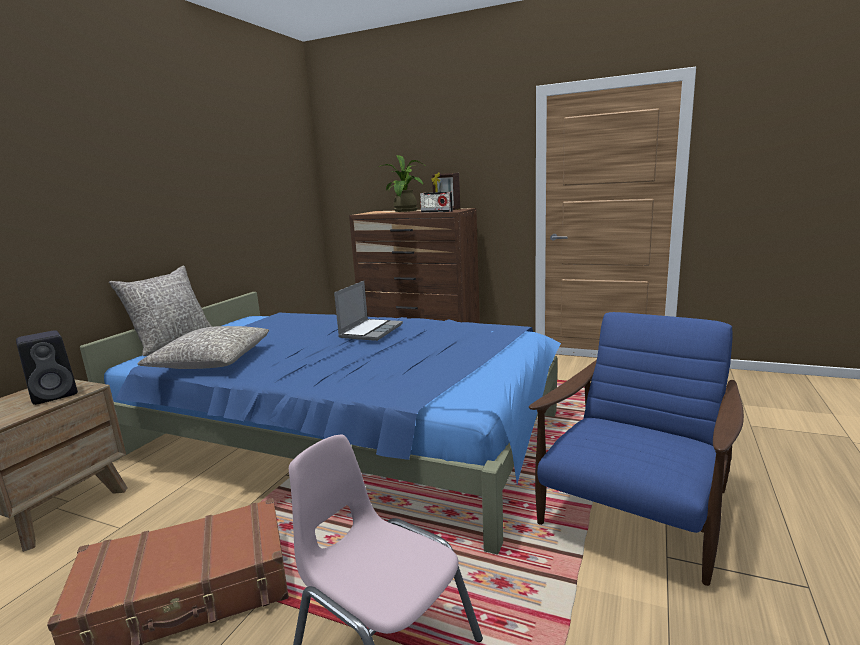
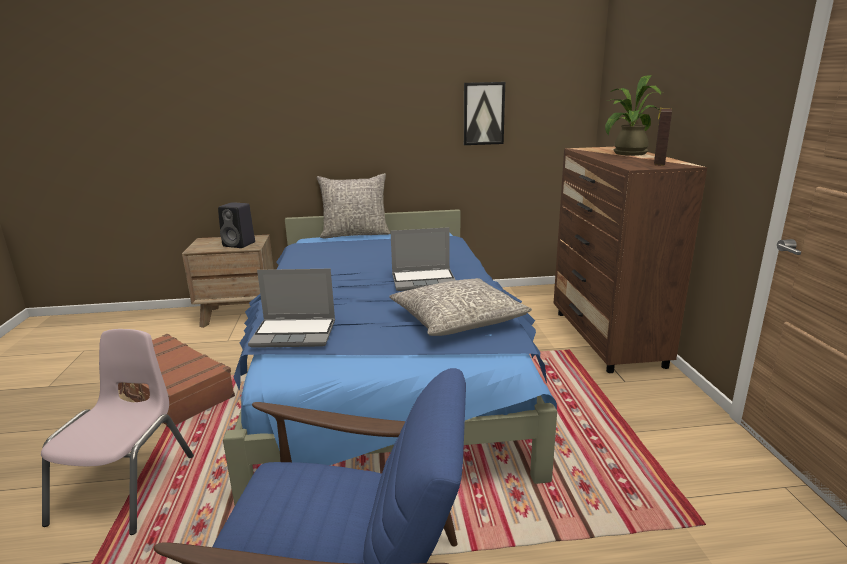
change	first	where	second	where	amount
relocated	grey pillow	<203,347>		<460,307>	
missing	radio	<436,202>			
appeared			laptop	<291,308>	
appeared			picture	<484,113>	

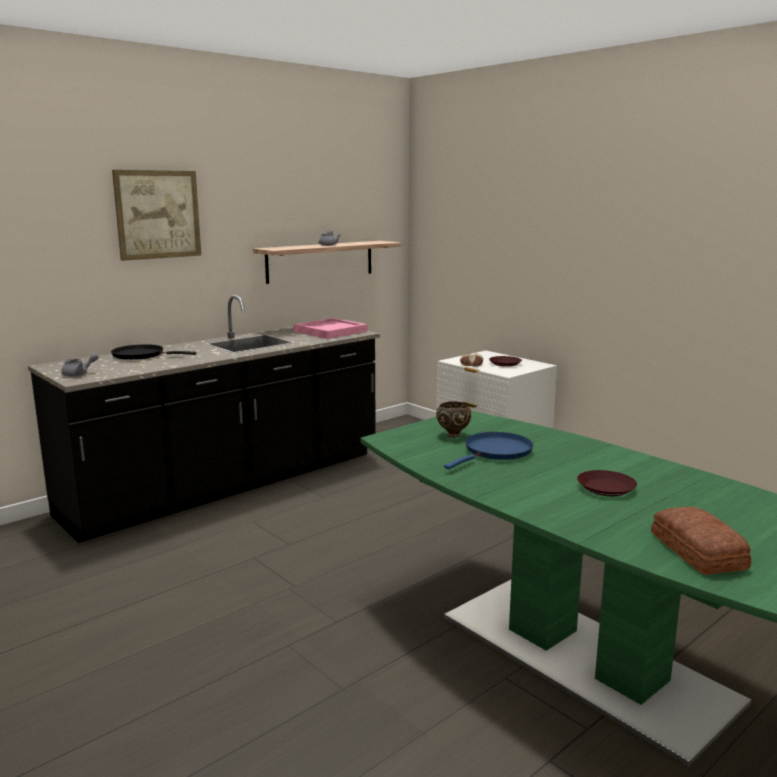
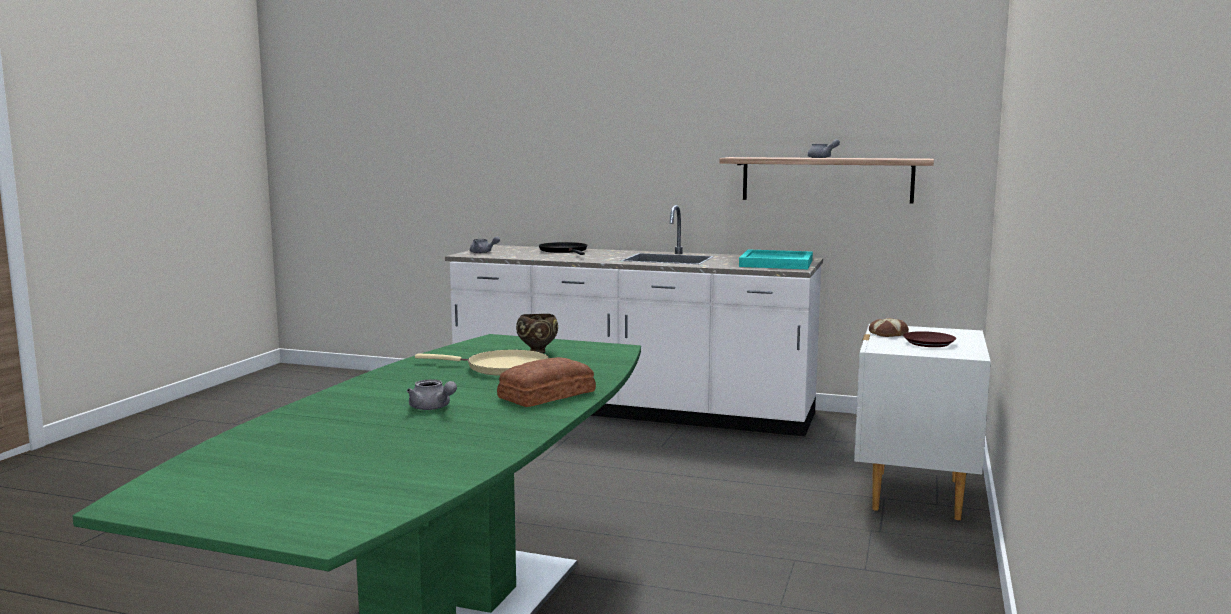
change	first	where	second	where	amount
colour	black counter	<204,419>	white counter	<634,320>	
missing	picture	<156,215>			
colour	pink tray	<331,328>	turquoise tray	<776,259>	
colour	blue frying pan	<488,450>	beige frying pan	<482,363>	
exchanged	brown plate	<607,483>	grey teapot	<432,394>	
relocated	bread	<701,541>		<546,382>	

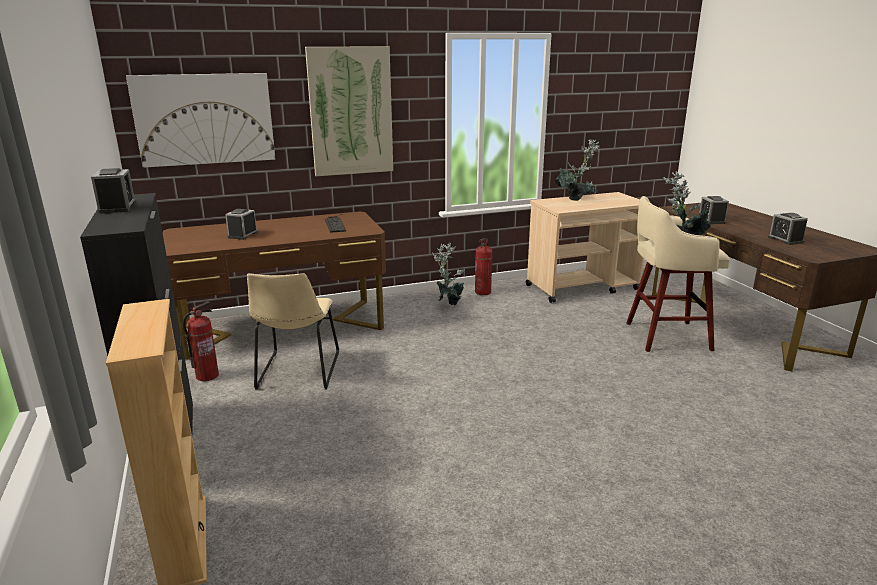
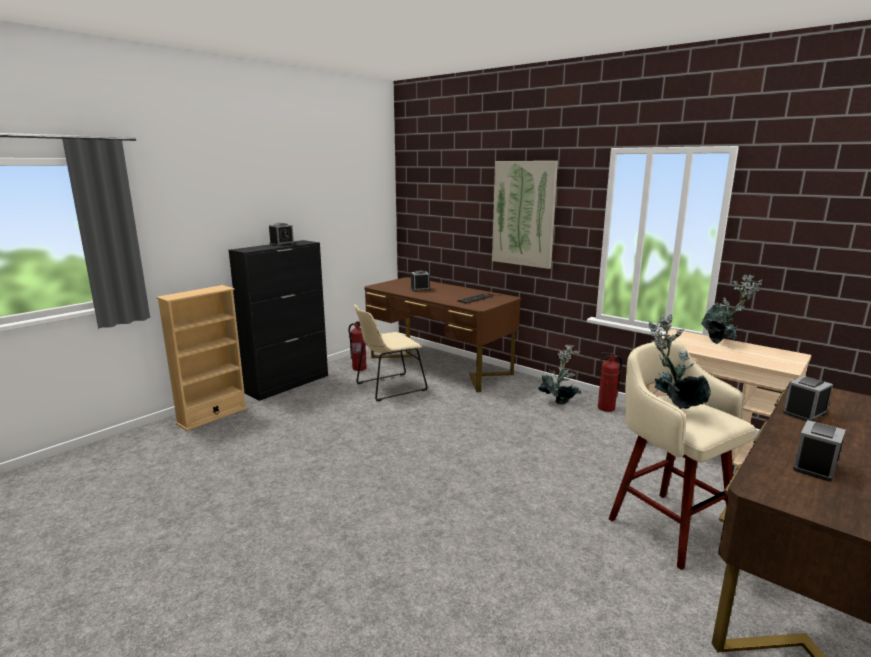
change	first	where	second	where	amount
missing	picture	<200,120>			

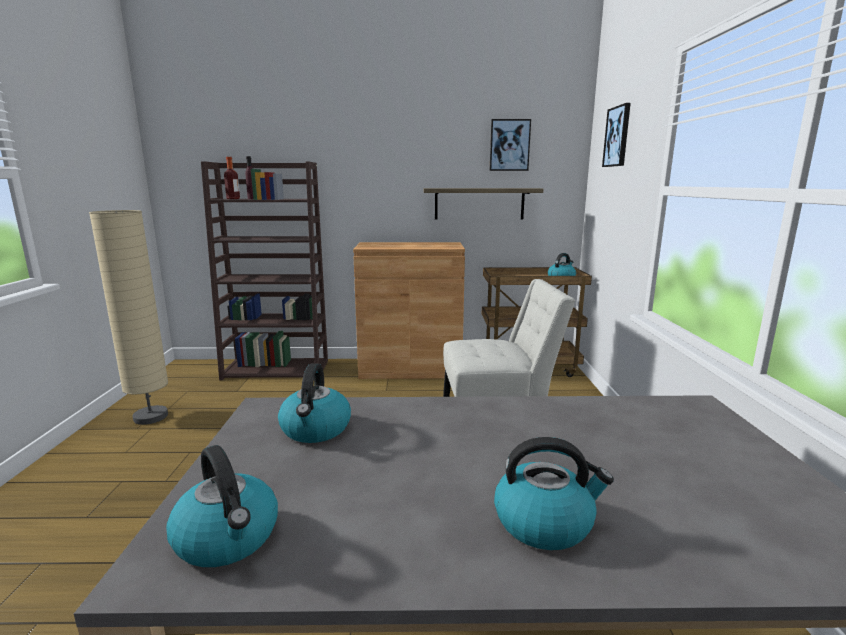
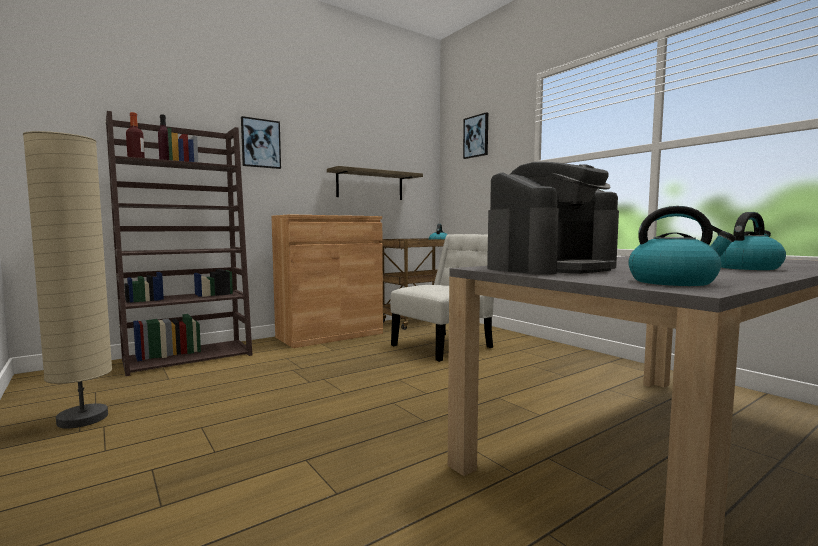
change	first	where	second	where	amount
exchanged	kettle	<314,403>	coffee machine	<553,218>	
relocated	picture	<510,145>		<261,142>	

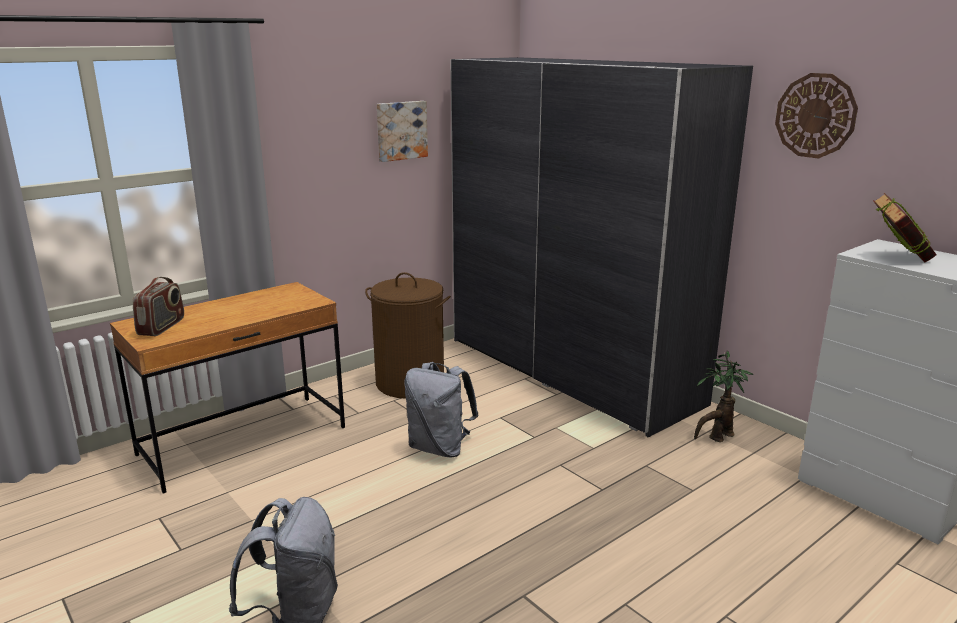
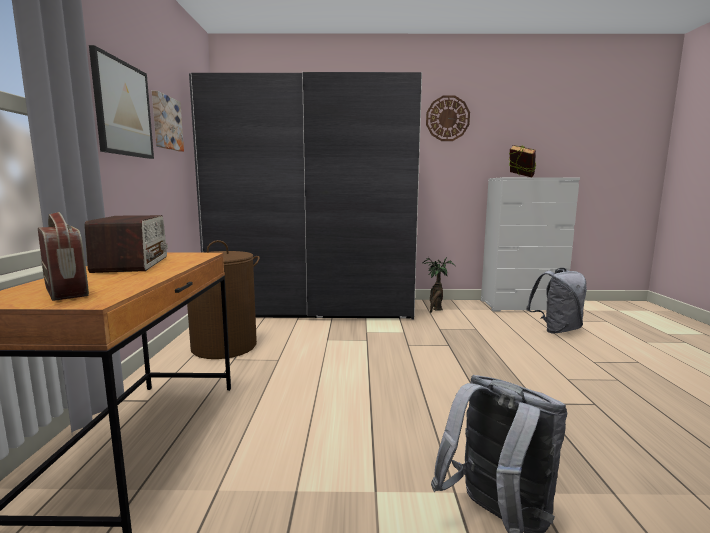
change	first	where	second	where	amount
relocated	grey backpack	<441,410>		<556,301>	
appeared			radio	<126,244>	
appeared			picture	<121,102>	

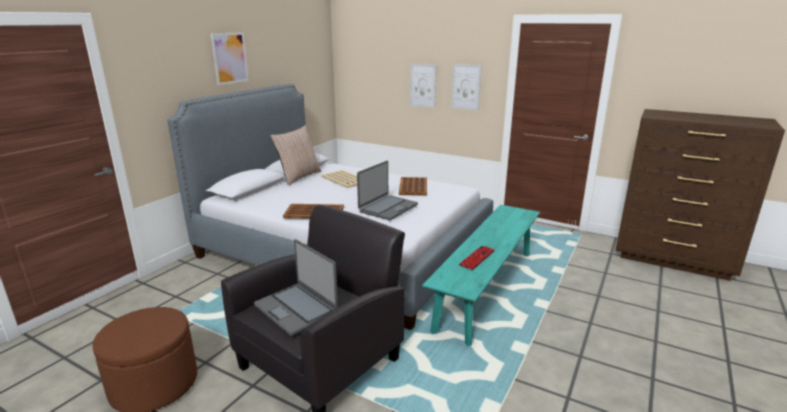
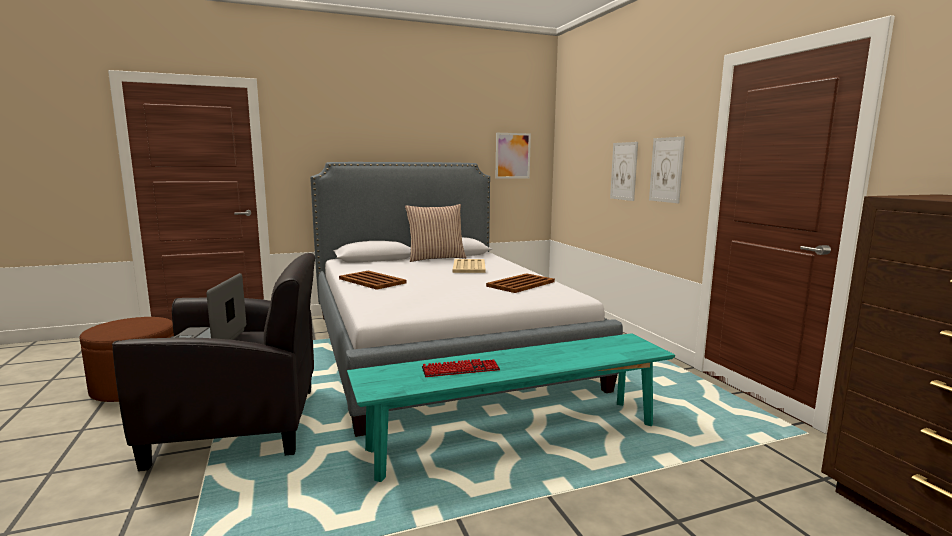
change	first	where	second	where	amount
relocated	picture	<230,58>		<513,156>	
missing	laptop	<387,190>			

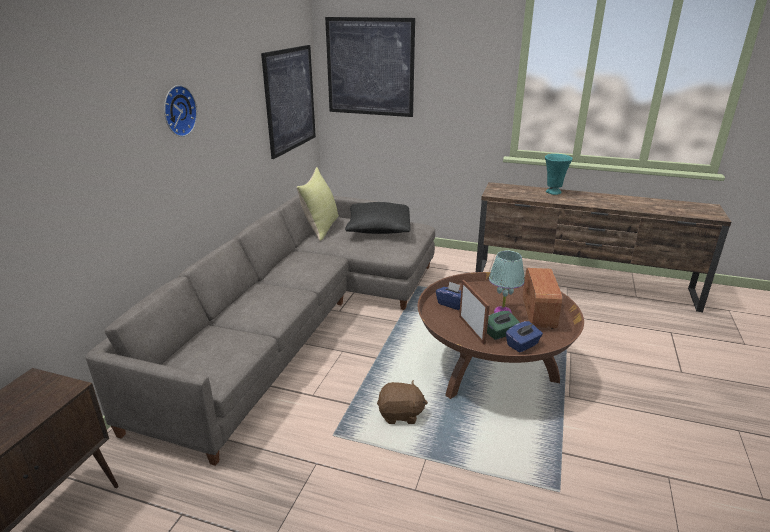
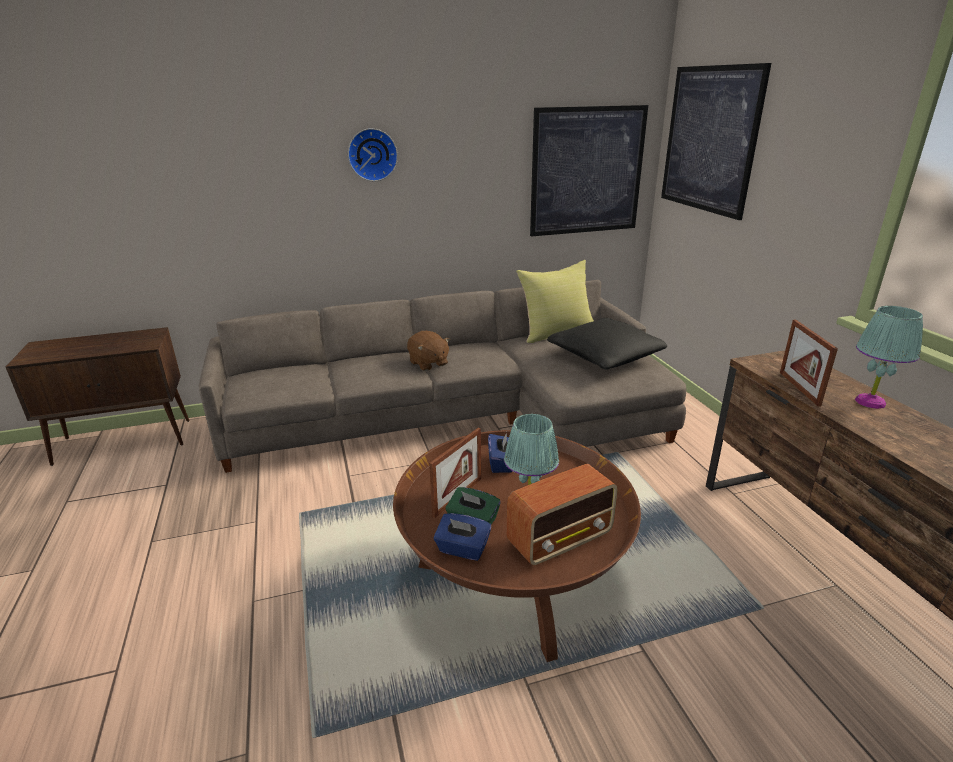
change	first	where	second	where	amount
relocated	brown plush toy	<402,402>		<428,351>	
exchanged	turquoise vase	<559,174>	turquoise table lamp	<889,357>	
appeared			picture frame	<809,363>	

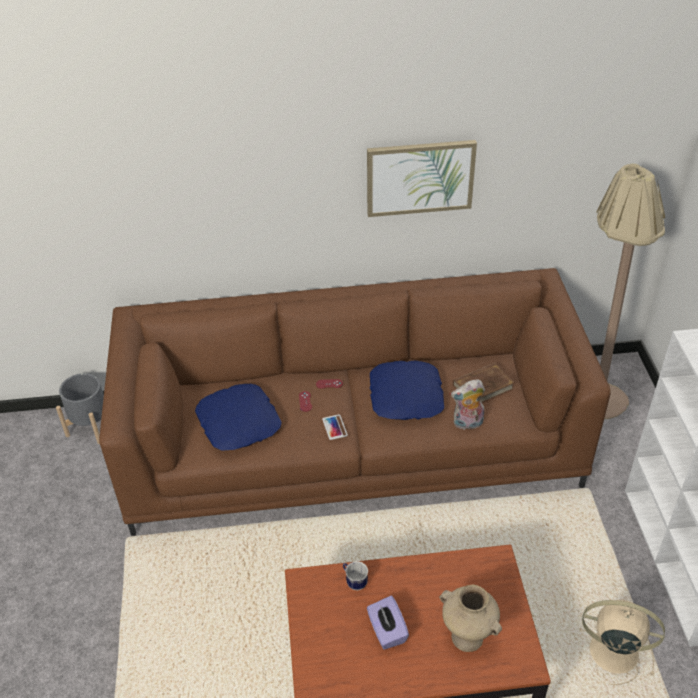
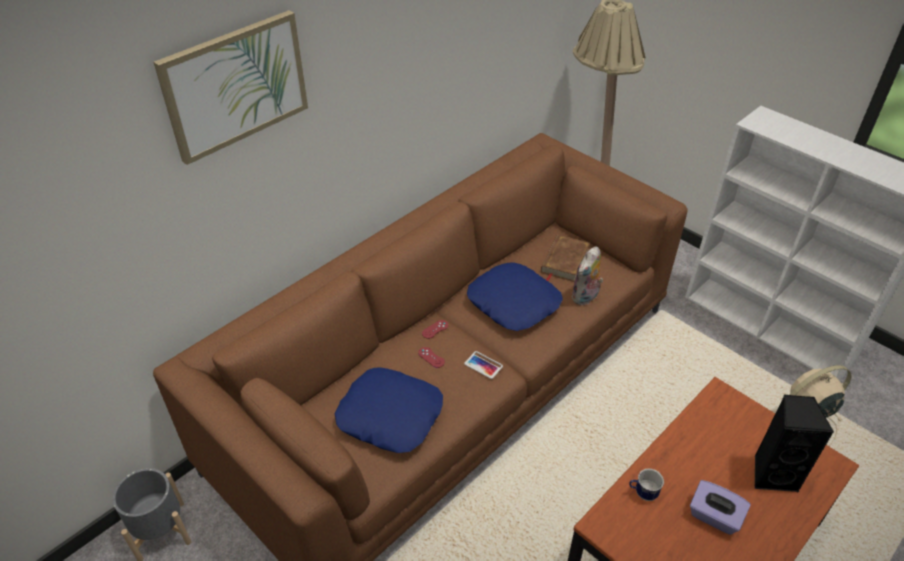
change	first	where	second	where	amount
relocated	picture	<422,178>		<230,87>	
exchanged	beige vase	<470,618>	black speaker	<794,444>	

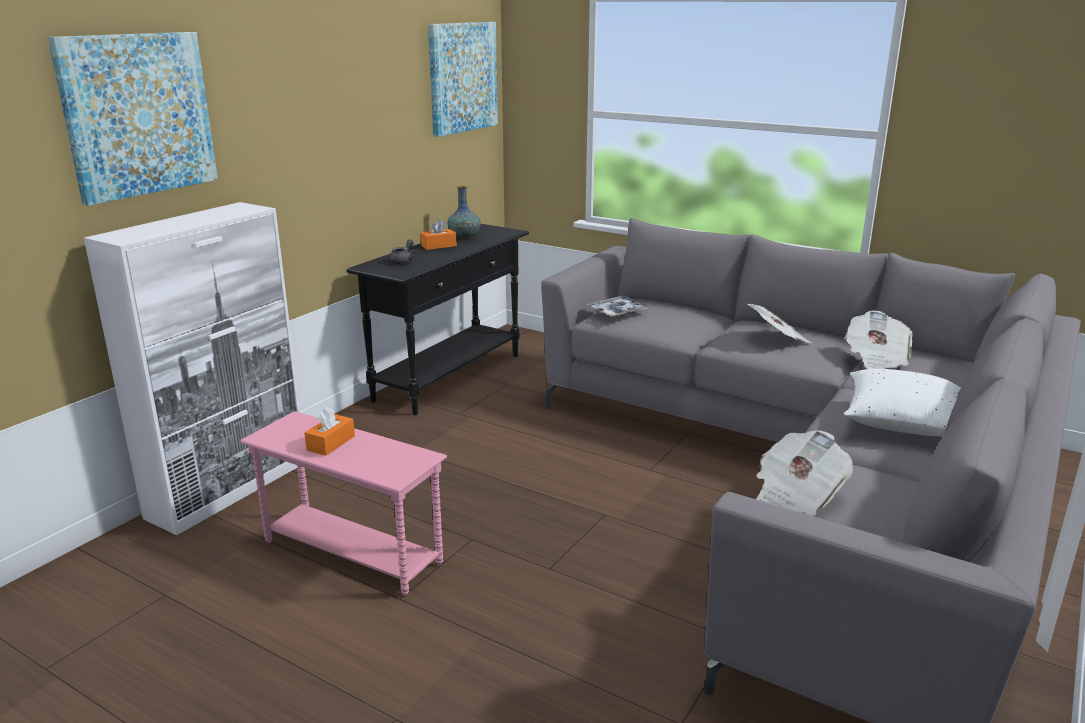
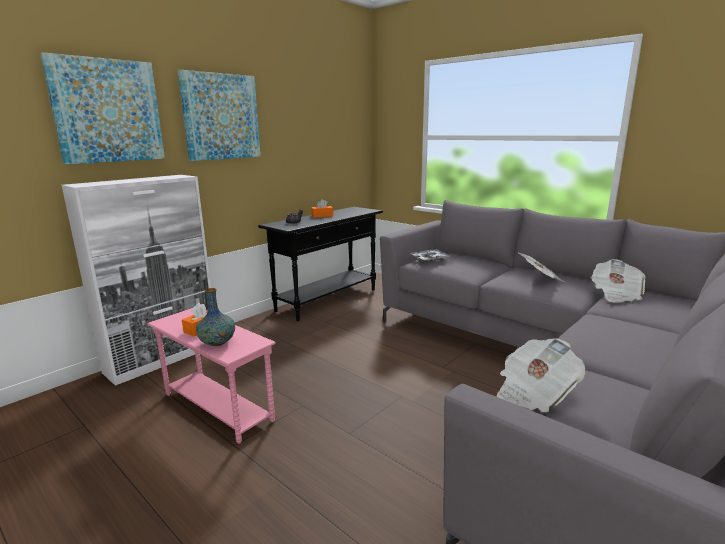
change	first	where	second	where	amount
relocated	picture	<463,79>		<219,115>	
relocated	vase	<464,212>		<215,317>	
missing	white pillow	<902,402>			

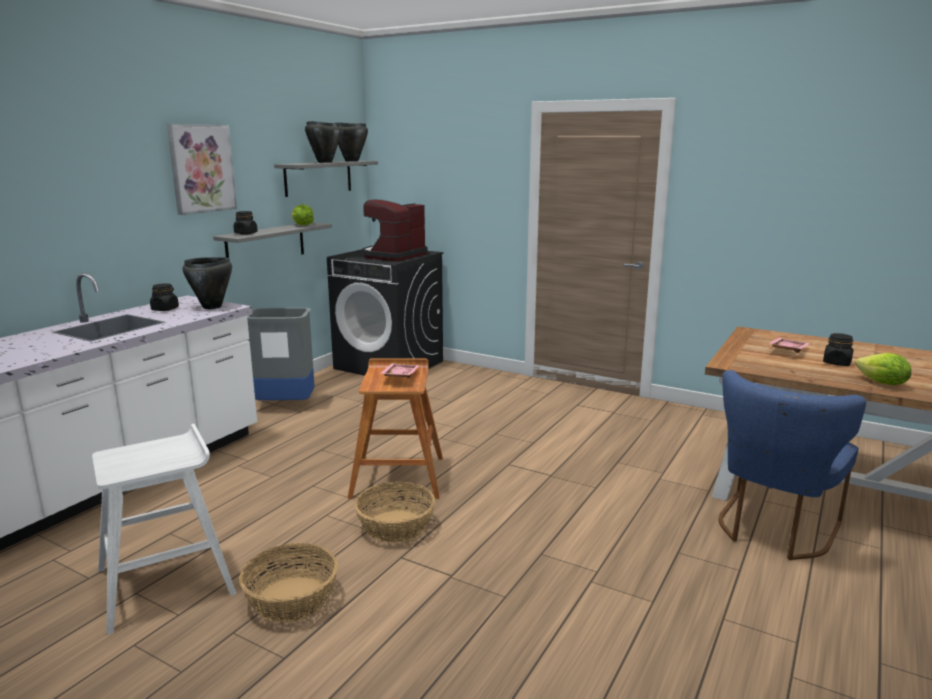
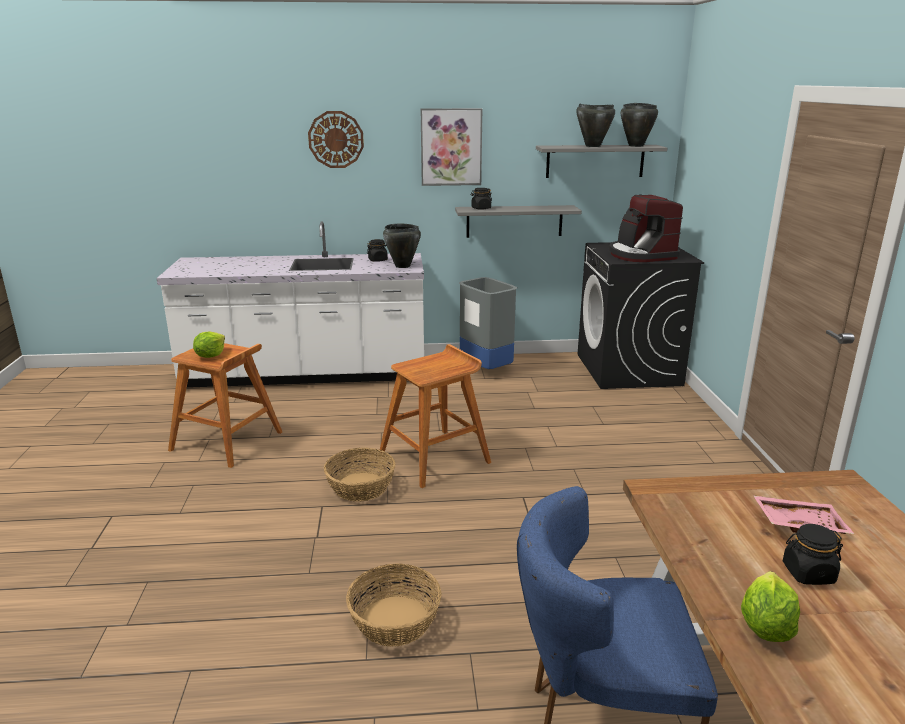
change	first	where	second	where	amount
colour	white stool	<164,529>	brown stool	<225,405>	
relocated	basket	<288,582>		<393,605>	
relocated	lettuce	<303,214>		<209,345>	
spun	coffee machine	<395,230>		<646,228>	105 degrees counterclockwise
missing	pink tray	<399,370>			
appeared			wall clock	<336,139>	

